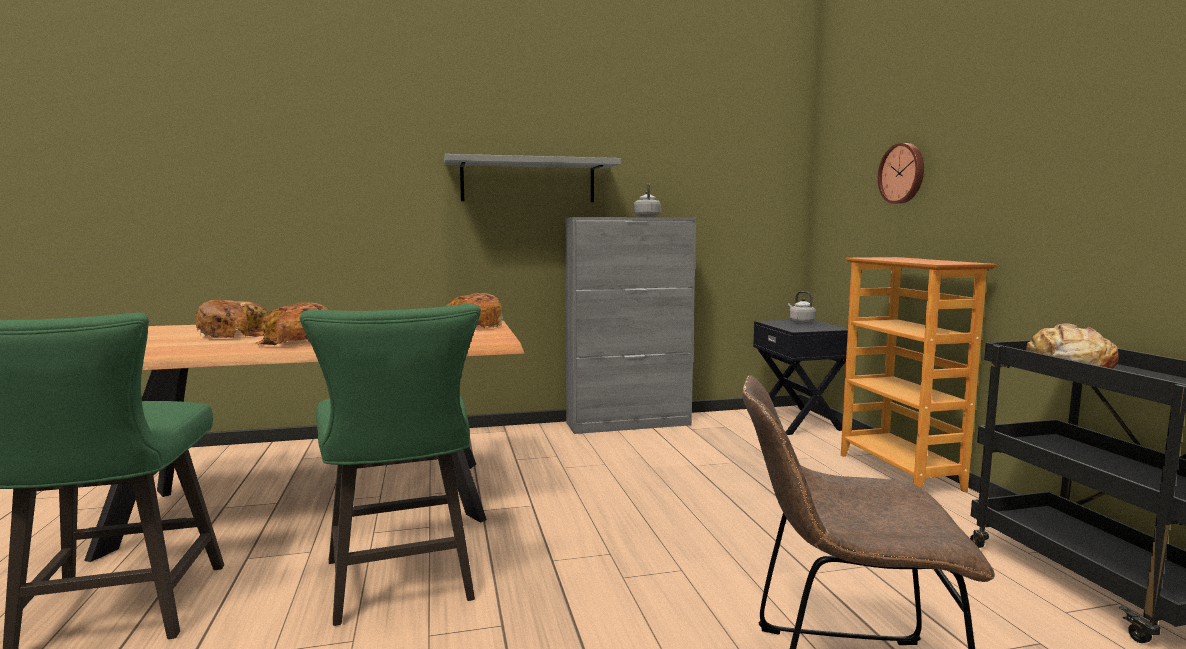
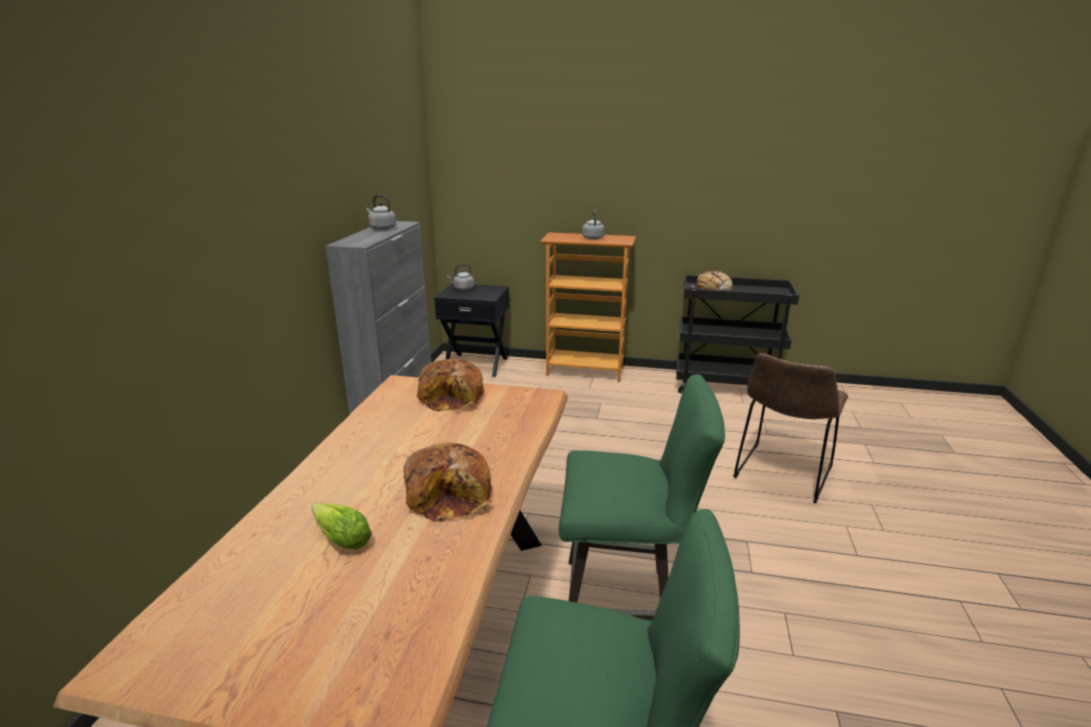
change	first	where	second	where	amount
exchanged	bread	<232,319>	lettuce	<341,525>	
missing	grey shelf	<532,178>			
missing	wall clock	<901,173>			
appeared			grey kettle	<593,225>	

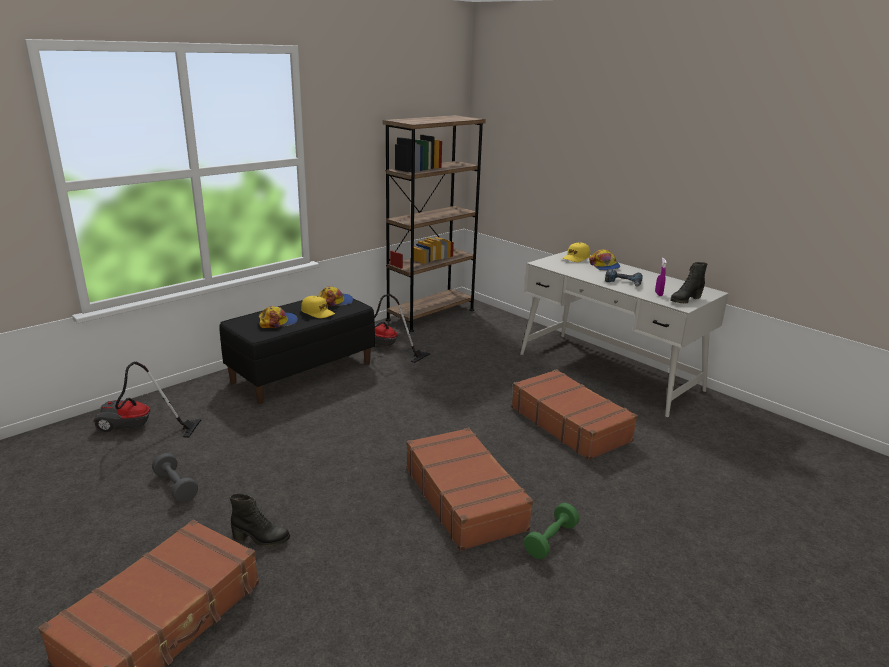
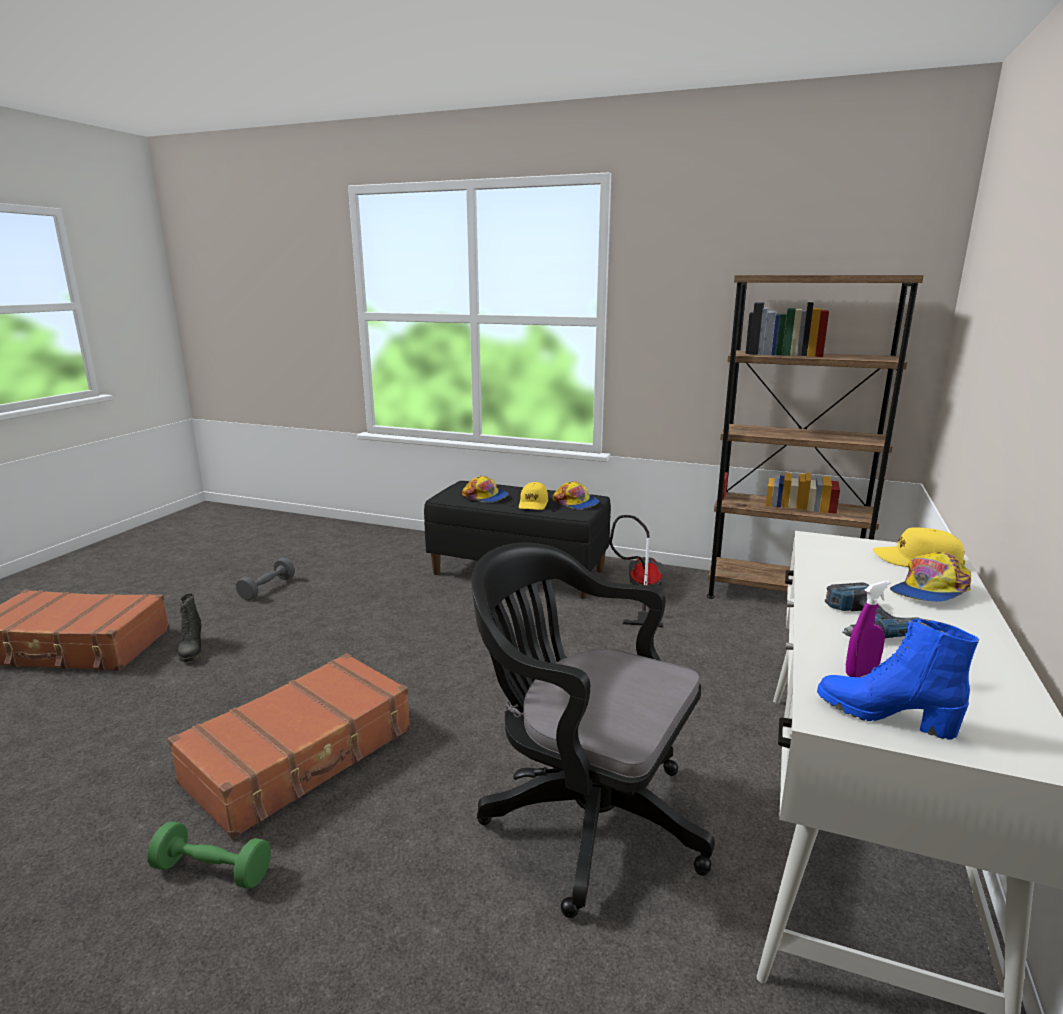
change	first	where	second	where	amount
missing	vacuum cleaner	<147,399>			
exchanged	brown suitcase	<574,414>	black office chair	<593,730>	
colour	black boot	<688,282>	blue boot	<898,679>	

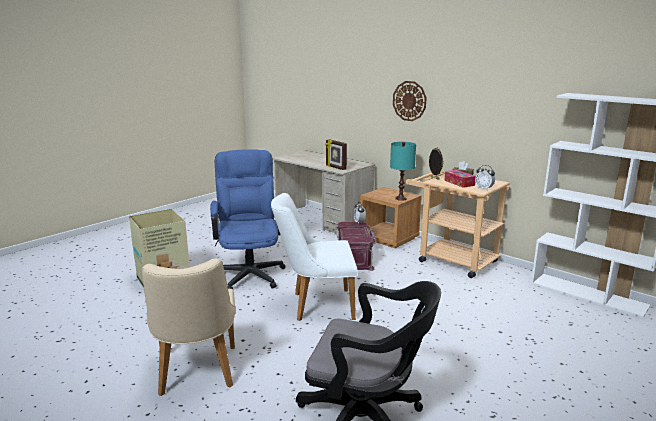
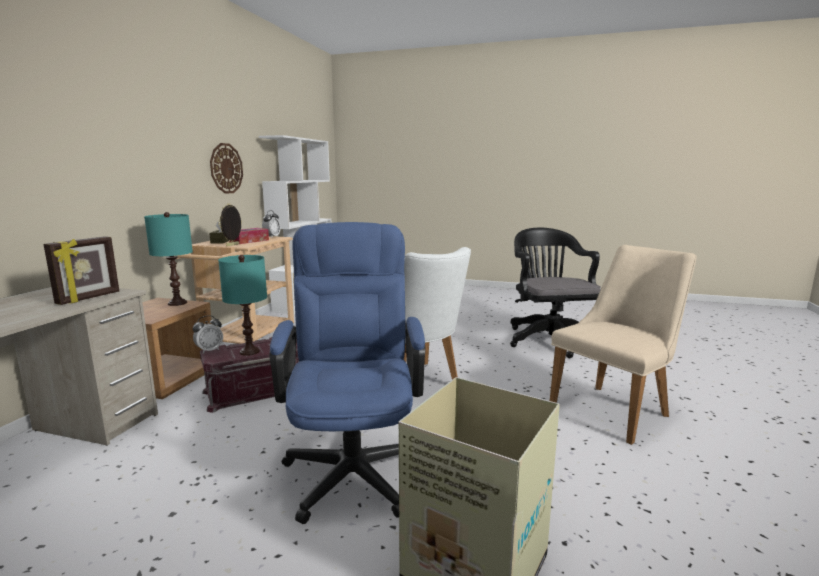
change	first	where	second	where	amount
spun	blue office chair	<248,219>		<347,373>	120 degrees clockwise
relocated	wall clock	<410,101>		<226,168>	
appeared			turquoise table lamp	<242,305>	

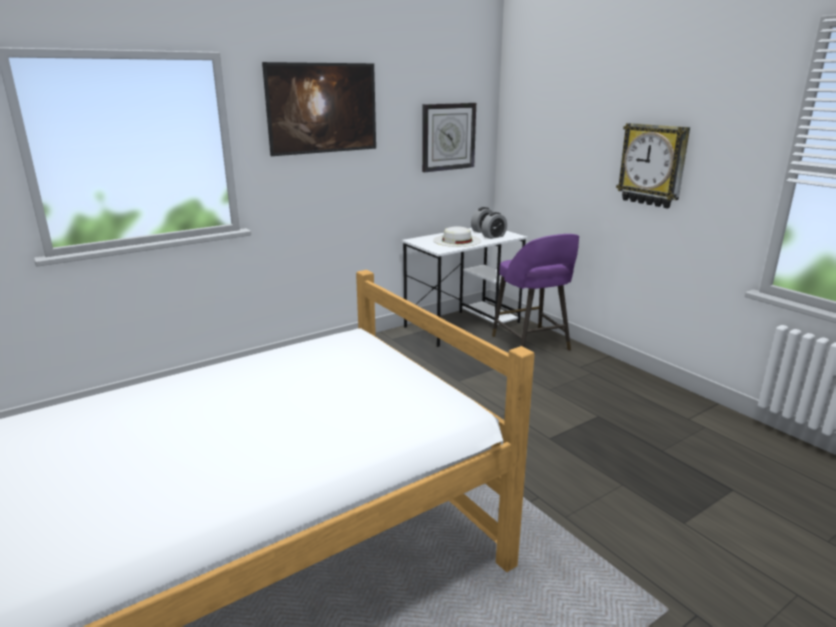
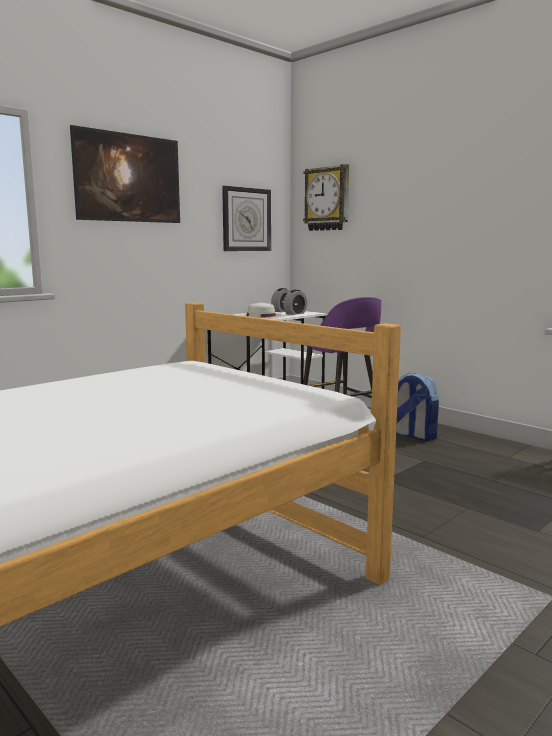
change	first	where	second	where	amount
relocated	wall clock	<653,165>		<326,197>	
appeared			backpack	<417,407>	

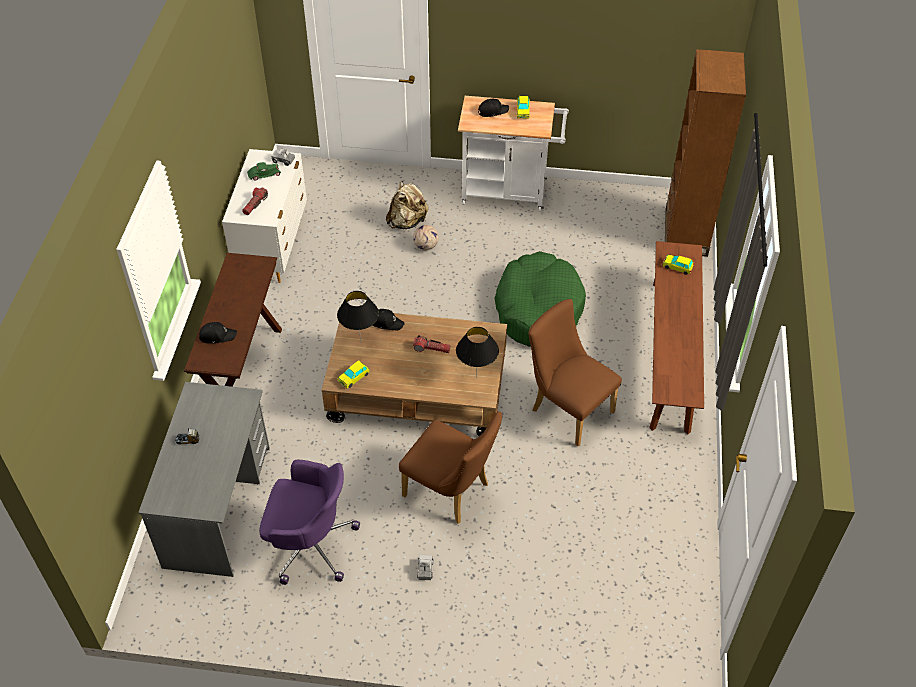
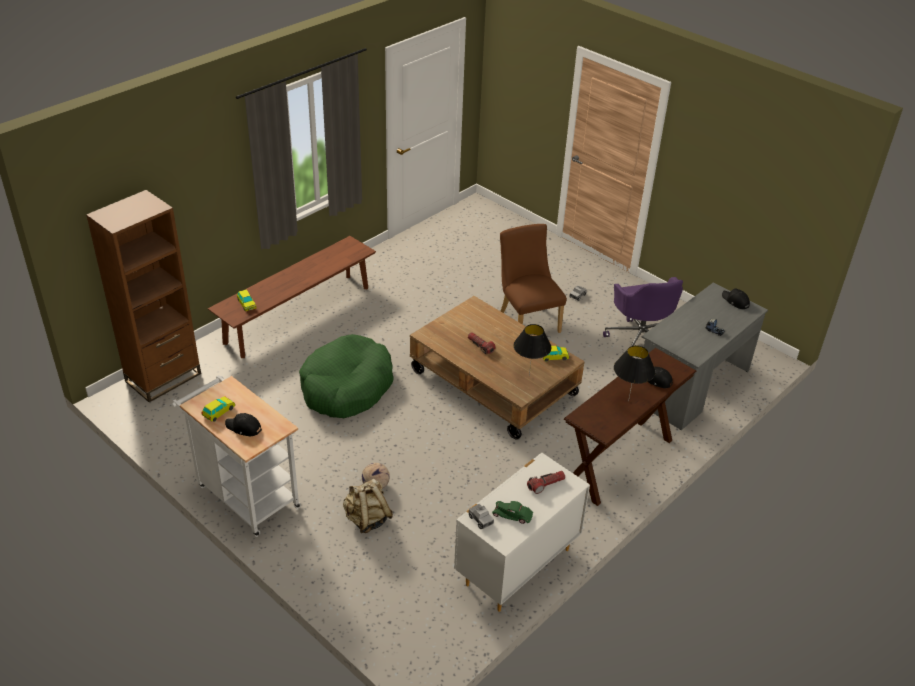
change	first	where	second	where	amount
spun	purple office chair	<309,522>		<643,317>	150 degrees counterclockwise
relocated	black cap	<389,320>		<736,298>	
relocated	black table lamp	<477,353>		<635,373>	
missing	brown chair	<575,372>			

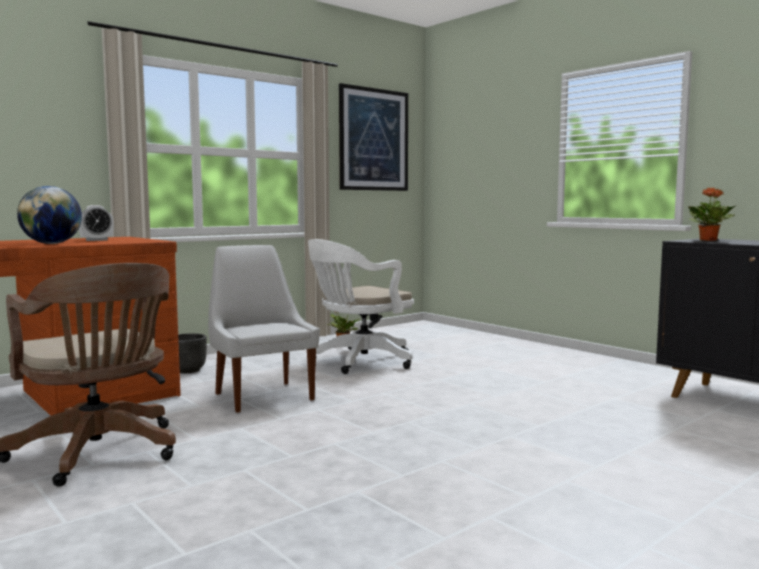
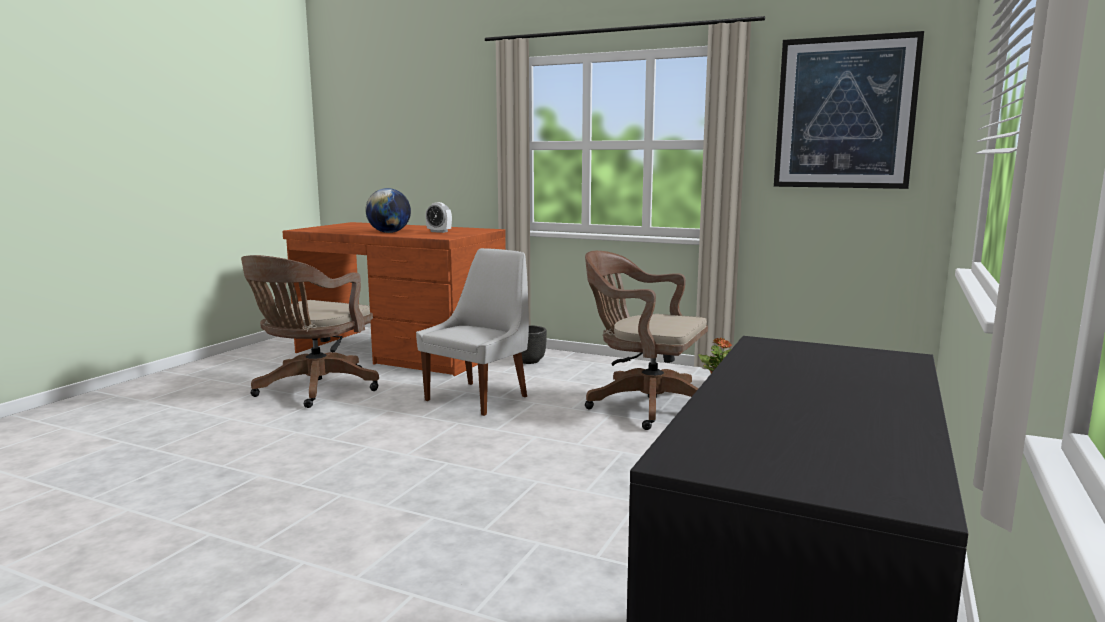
change	first	where	second	where	amount
colour	white office chair	<361,306>	brown office chair	<646,340>	
missing	potted plant	<711,214>			

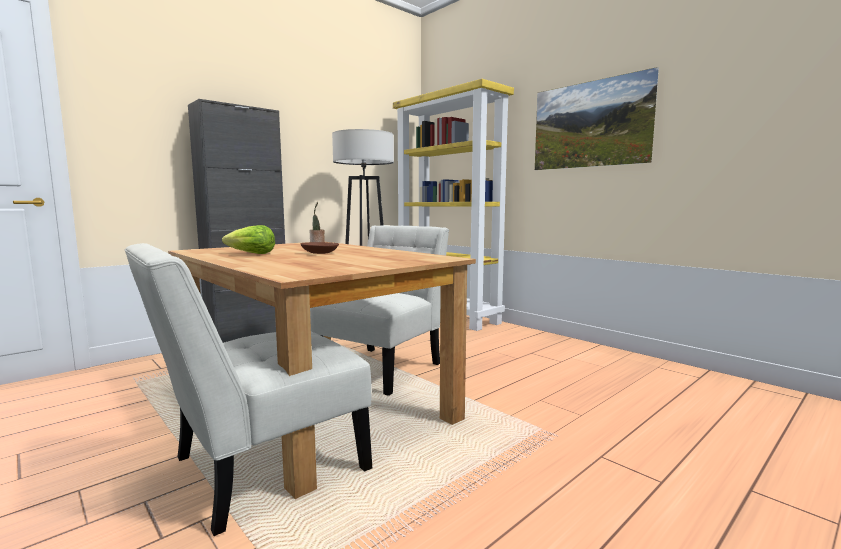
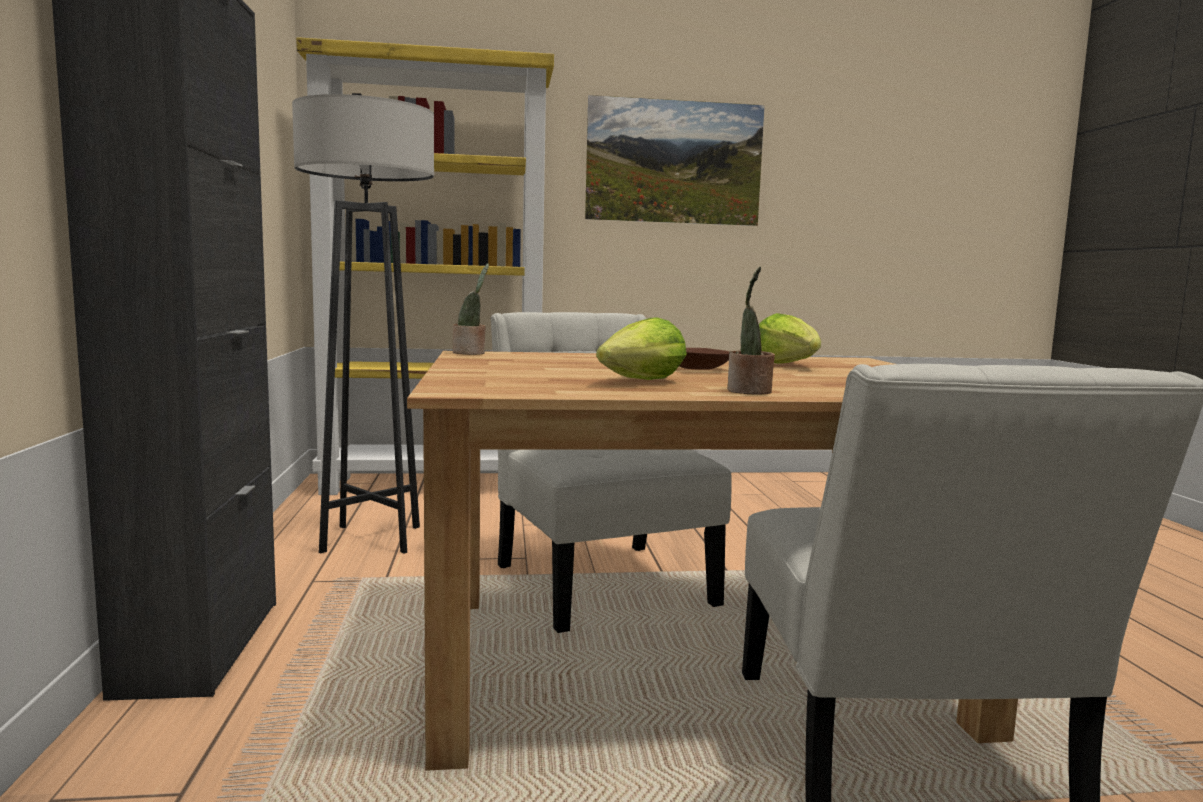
change	first	where	second	where	amount
appeared			potted plant	<751,330>	
appeared			lettuce	<790,338>	

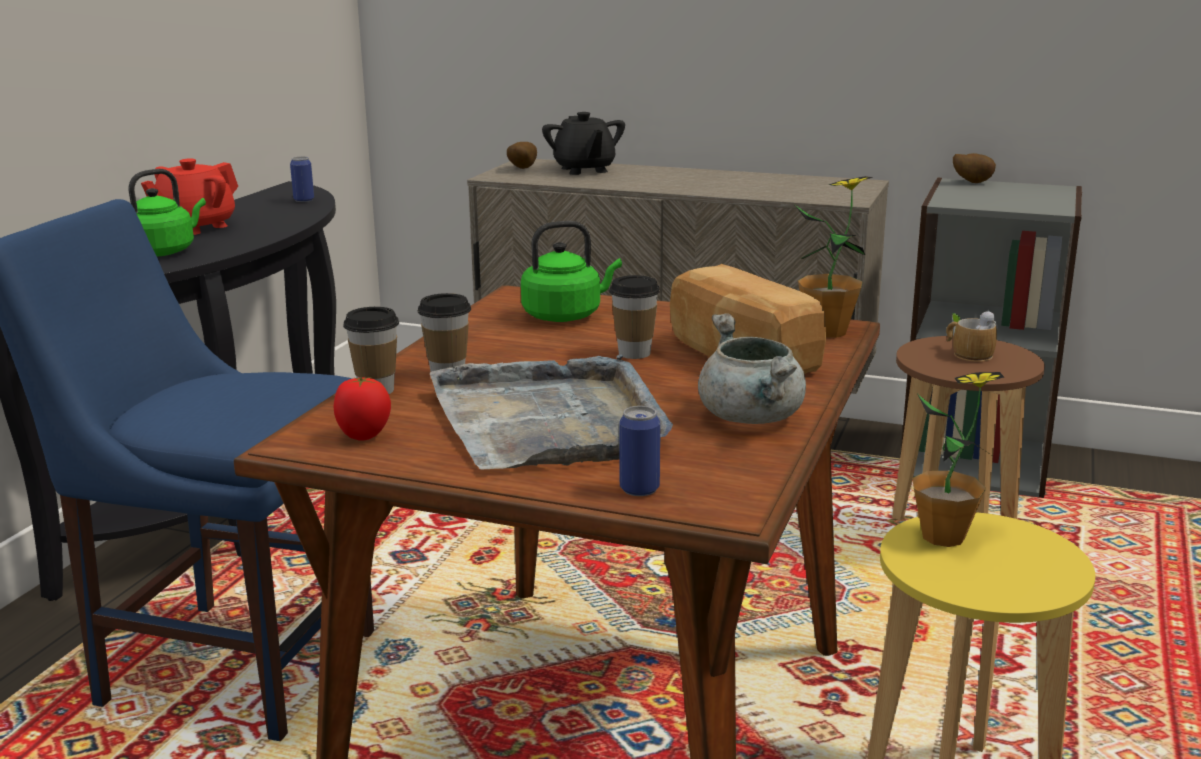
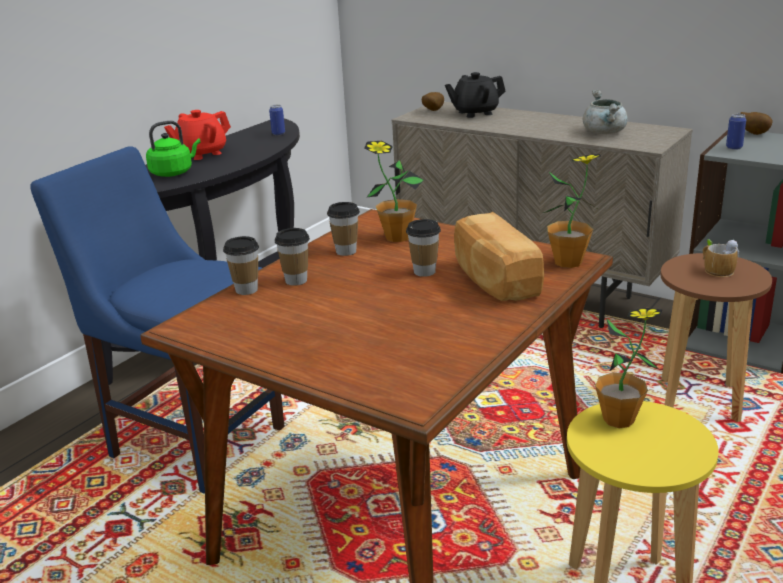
change	first	where	second	where	amount
missing	tomato	<362,409>			
missing	grey tray	<551,412>			
exchanged	green kettle	<571,271>	potted plant	<394,191>	
spun	black teapot	<583,143>		<475,95>	75 degrees clockwise
relocated	can	<639,451>		<736,132>	
relocated	grey cooking pot	<752,368>		<605,112>	
appeared			cup	<343,229>	

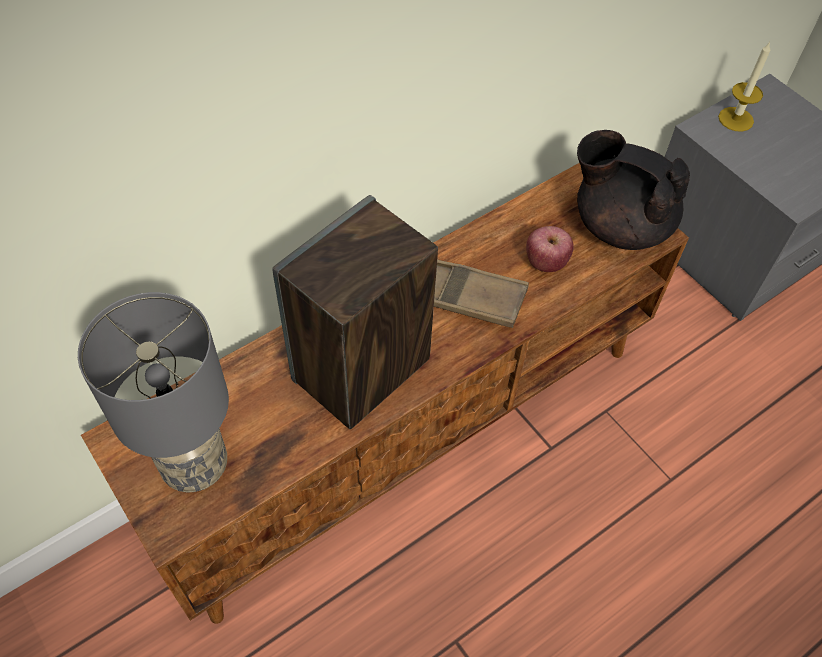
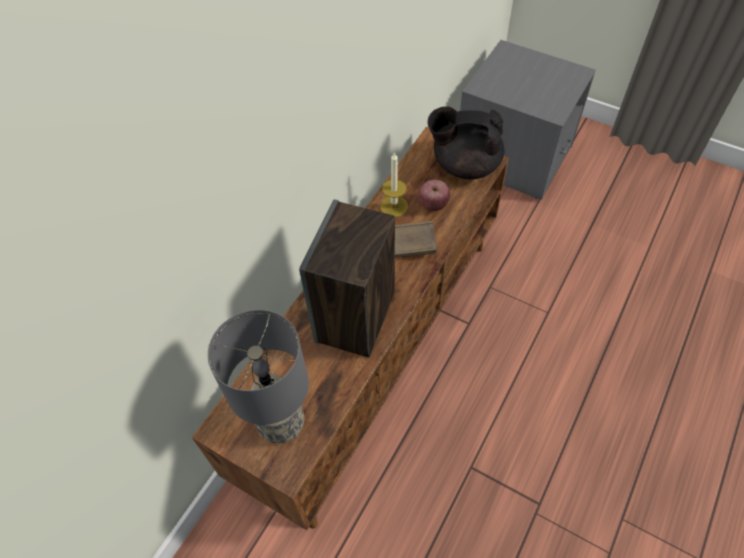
change	first	where	second	where	amount
relocated	candle	<744,87>		<394,184>	

